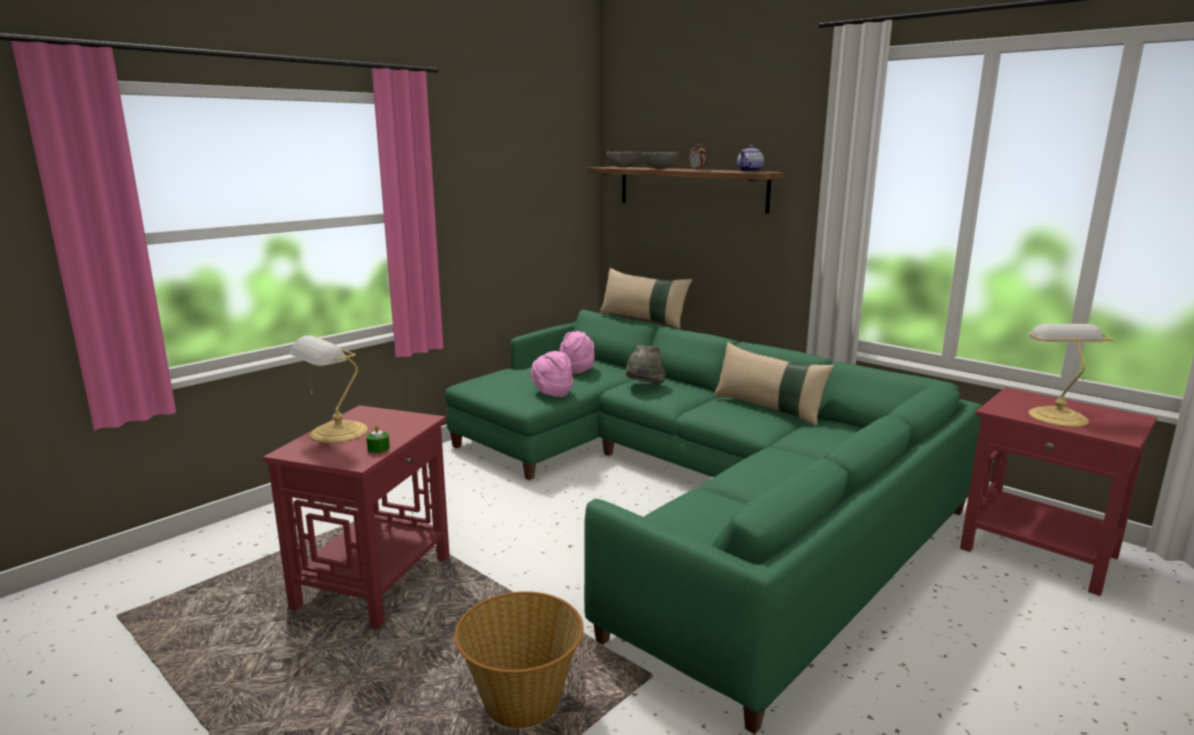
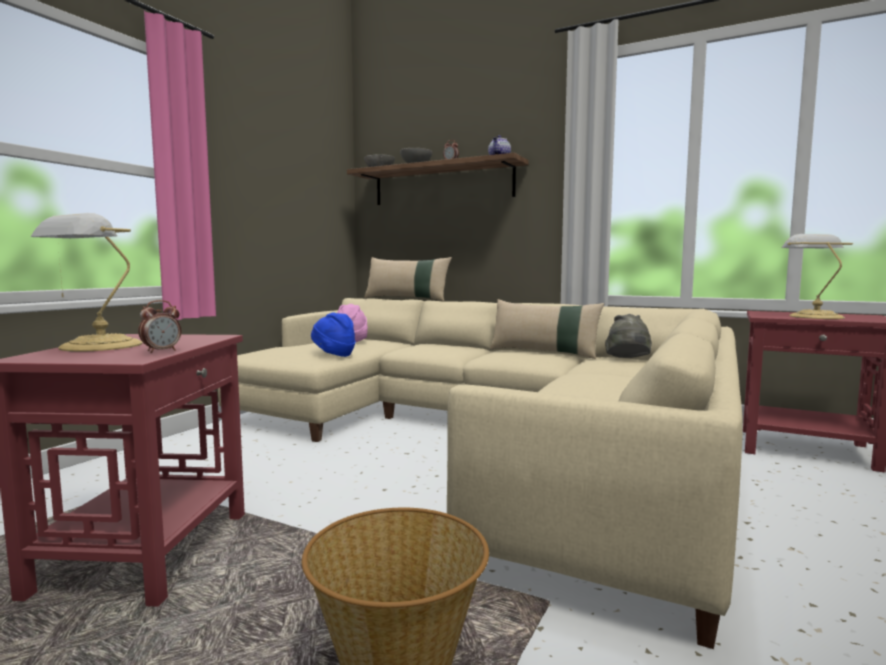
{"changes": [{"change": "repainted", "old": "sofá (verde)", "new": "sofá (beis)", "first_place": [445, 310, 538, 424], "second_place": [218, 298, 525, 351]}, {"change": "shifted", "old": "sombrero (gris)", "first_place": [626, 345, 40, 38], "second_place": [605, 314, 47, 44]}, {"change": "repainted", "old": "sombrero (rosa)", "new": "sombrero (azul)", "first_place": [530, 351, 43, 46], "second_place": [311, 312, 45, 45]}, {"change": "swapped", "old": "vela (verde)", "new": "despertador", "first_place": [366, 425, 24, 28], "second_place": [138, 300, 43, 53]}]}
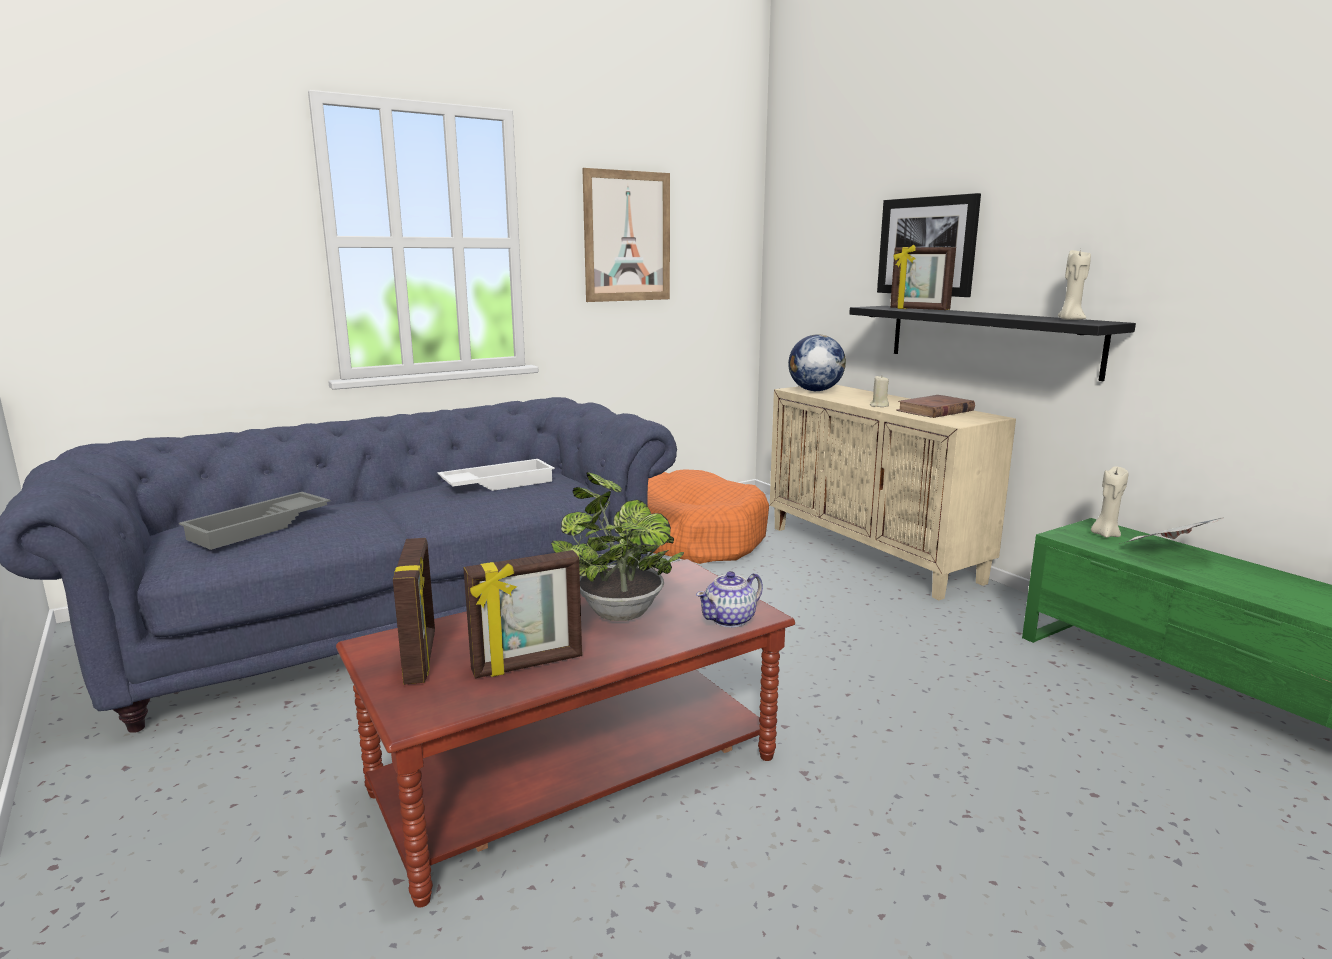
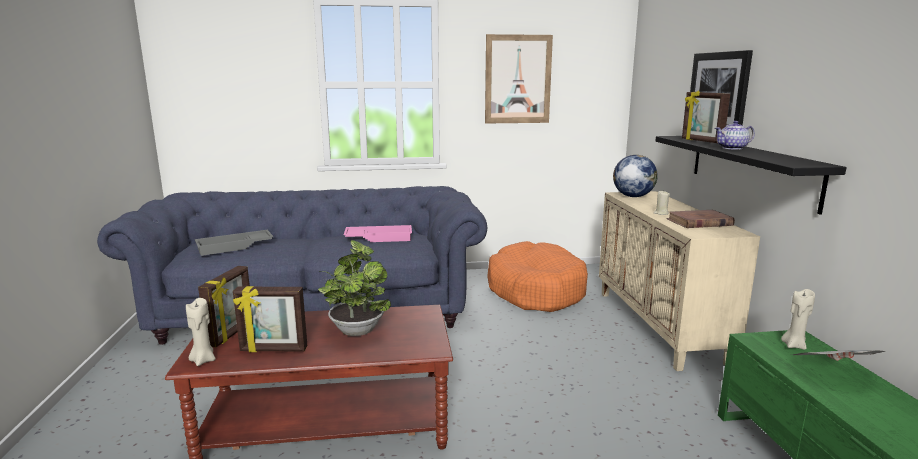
{"changes": [{"change": "shifted", "old": "vela (beis)", "first_place": [1058, 249, 33, 71], "second_place": [186, 298, 30, 68]}, {"change": "repainted", "old": "bandeja (blanco)", "new": "bandeja (rosa)", "first_place": [438, 459, 117, 32], "second_place": [344, 225, 68, 17]}, {"change": "shifted", "old": "tetera", "first_place": [696, 571, 67, 57], "second_place": [715, 121, 40, 29]}]}
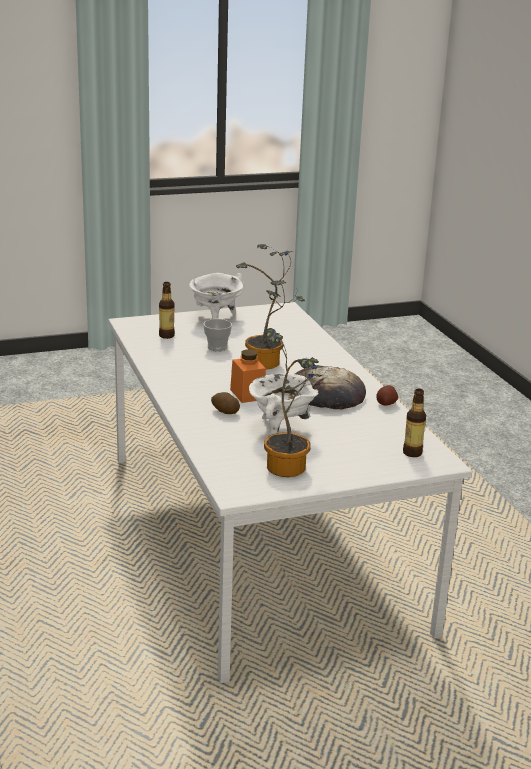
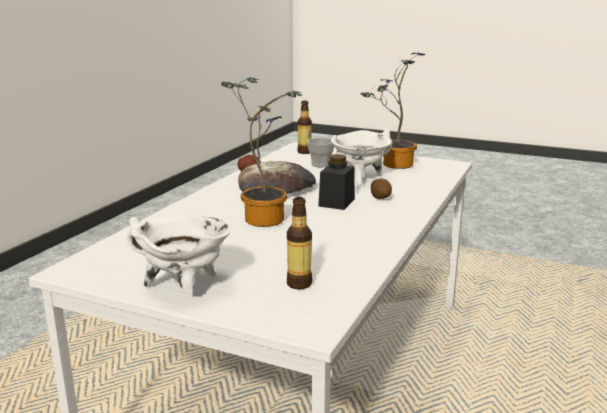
{"changes": [{"change": "shifted", "old": "taza", "first_place": [203, 319, 29, 32], "second_place": [307, 138, 27, 29]}, {"change": "repainted", "old": "tarro (naranja)", "new": "tarro (negro)", "first_place": [230, 349, 36, 54], "second_place": [318, 154, 37, 56]}]}
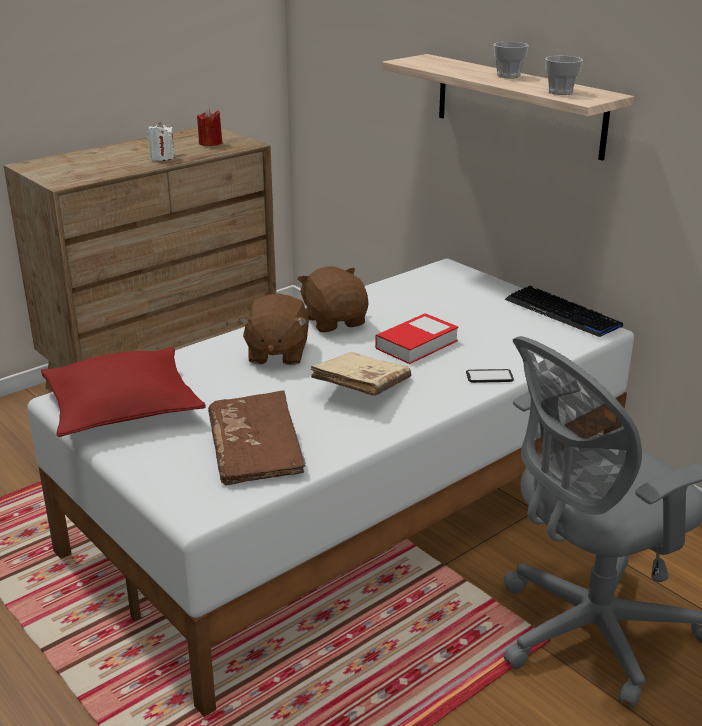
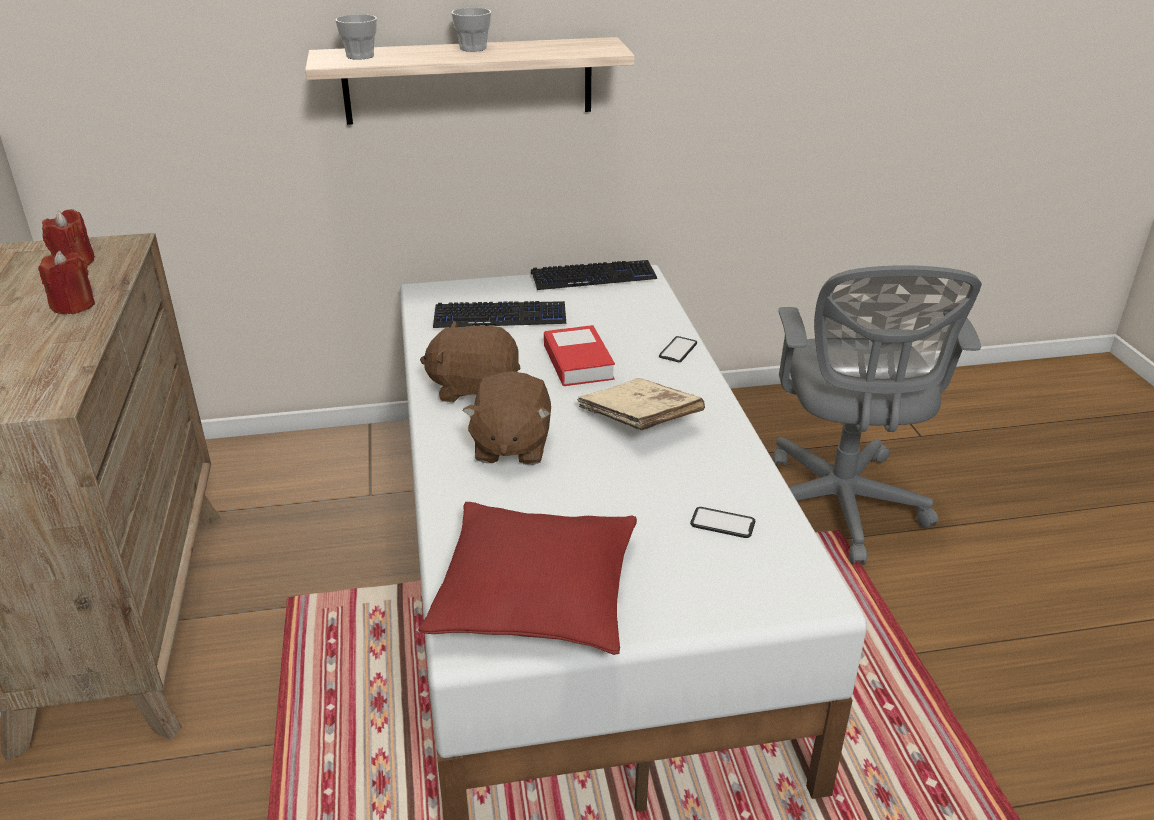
{"changes": [{"change": "shifted", "old": "taza", "first_place": [545, 56, 38, 39], "second_place": [335, 14, 42, 46]}, {"change": "repainted", "old": "vela (blanco)", "new": "vela (rojo)", "first_place": [147, 122, 28, 39], "second_place": [38, 251, 57, 63]}, {"change": "rotated", "old": "peluche (marrón)", "first_place": [239, 293, 70, 72], "second_place": [462, 371, 89, 94], "degrees": 60}, {"change": "swapped", "old": "libro (marrón)", "new": "móvil", "first_place": [208, 390, 98, 96], "second_place": [690, 507, 66, 31]}, {"change": "new", "new": "teclado", "second_place": [433, 301, 133, 27]}]}
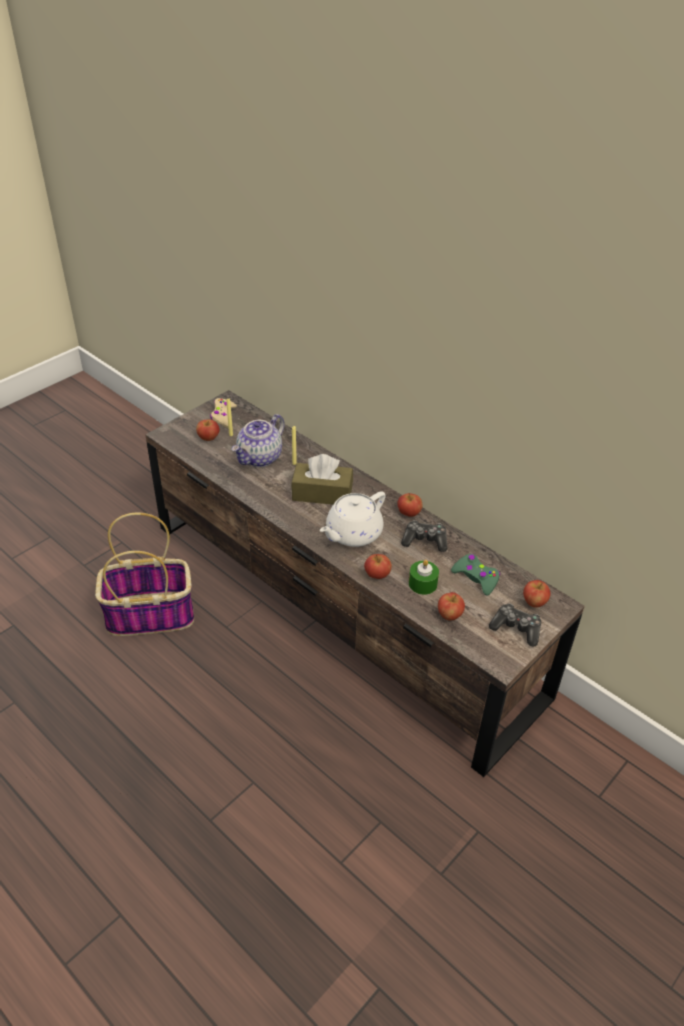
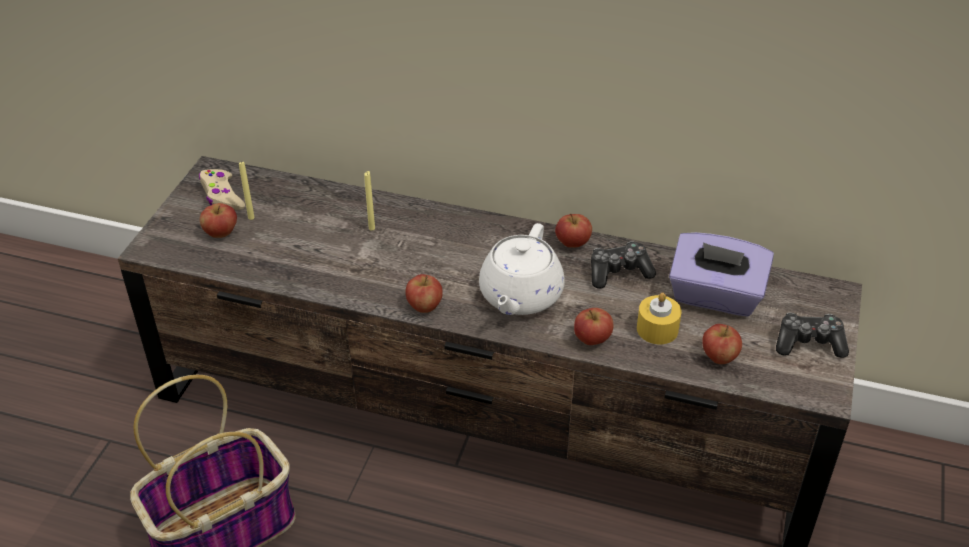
{"changes": [{"change": "gone", "old": "tetera", "first_place": [232, 414, 53, 53]}, {"change": "gone", "old": "caja de pañuelos (marrón)", "first_place": [292, 454, 61, 51]}, {"change": "swapped", "old": "mando de consola (verde)", "new": "caja de pañuelos (morado)", "first_place": [451, 554, 49, 41], "second_place": [669, 232, 105, 85]}, {"change": "repainted", "old": "vela (verde)", "new": "vela (amarillo)", "first_place": [409, 560, 30, 35], "second_place": [637, 293, 45, 51]}, {"change": "shifted", "old": "manzana", "first_place": [523, 580, 28, 28], "second_place": [405, 274, 38, 39]}]}
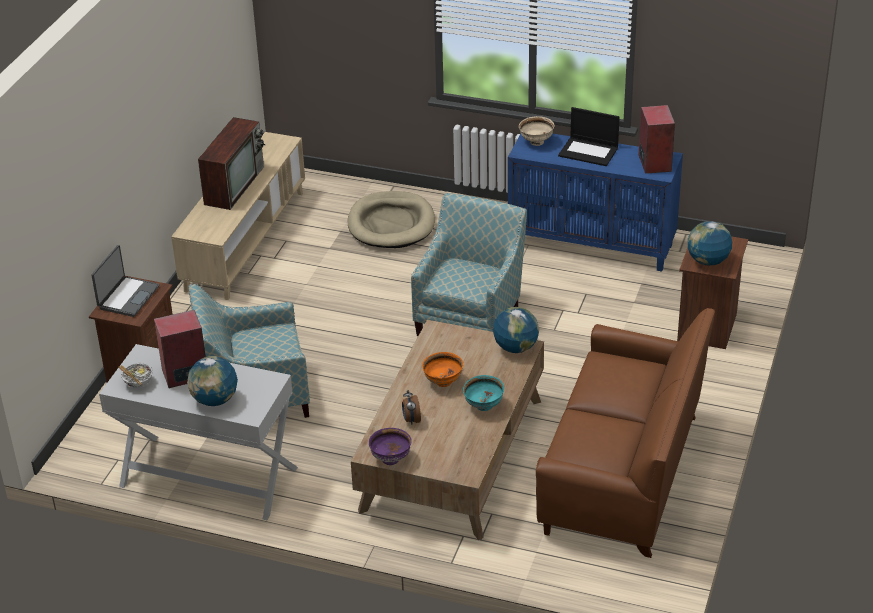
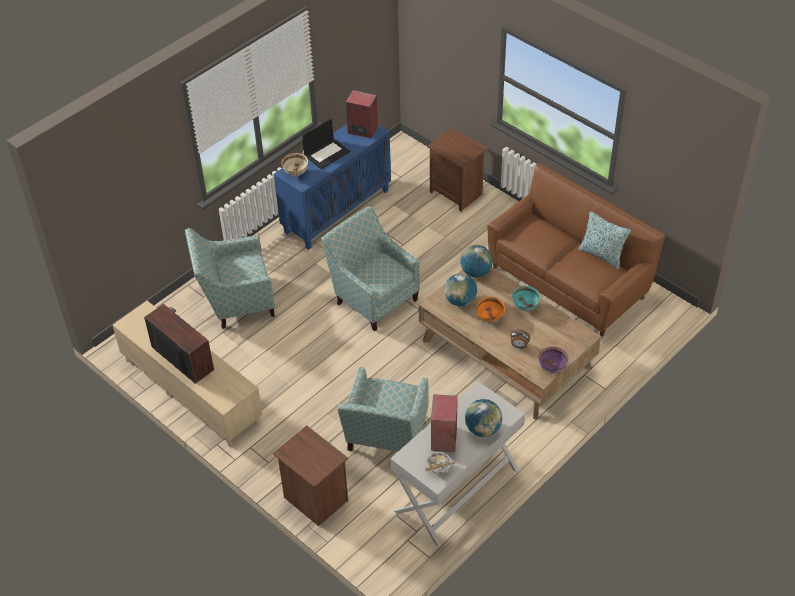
{"changes": [{"change": "swapped", "old": "cama para perro (beis)", "new": "sillón", "first_place": [348, 191, 87, 57], "second_place": [185, 228, 90, 101]}, {"change": "shifted", "old": "globo terráqueo", "first_place": [688, 221, 44, 45], "second_place": [444, 273, 33, 33]}, {"change": "gone", "old": "portátil", "first_place": [91, 245, 68, 72]}, {"change": "new", "new": "cojín", "second_place": [579, 211, 52, 58]}]}
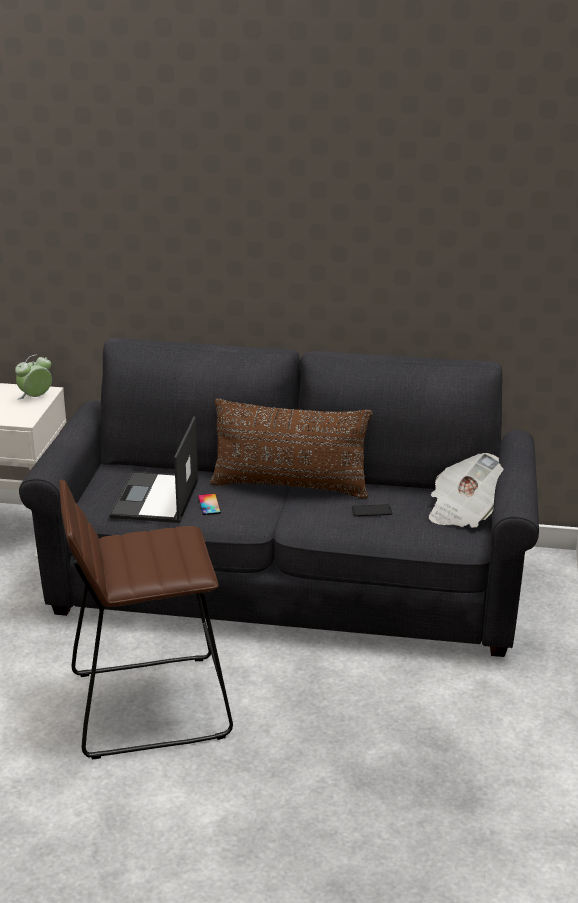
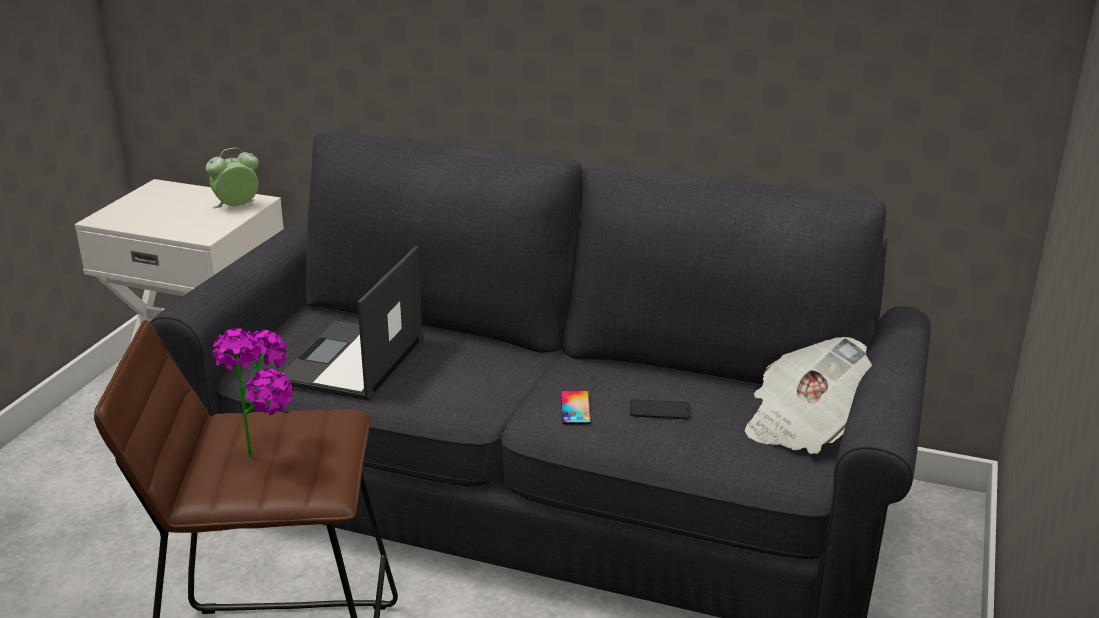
{"changes": [{"change": "gone", "old": "cojín (marrón)", "first_place": [210, 398, 162, 100]}, {"change": "shifted", "old": "móvil", "first_place": [198, 493, 23, 22], "second_place": [561, 391, 30, 33]}, {"change": "new", "new": "planta en maceta", "second_place": [212, 328, 81, 129]}]}
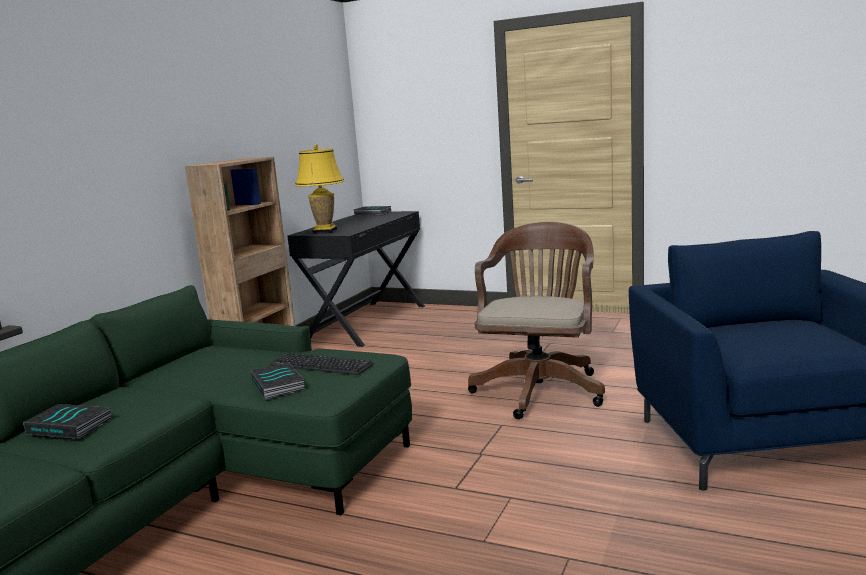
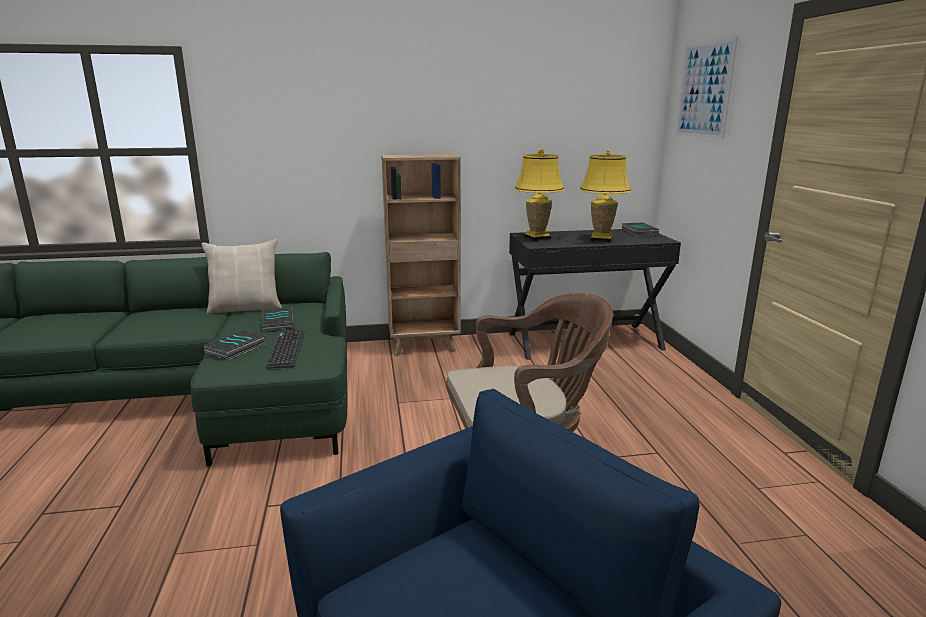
{"changes": [{"change": "shifted", "old": "libro", "first_place": [23, 404, 88, 35], "second_place": [262, 307, 32, 25]}, {"change": "new", "new": "cuadro", "second_place": [676, 37, 62, 102]}, {"change": "new", "new": "lámpara de mesa (amarillo)", "second_place": [580, 149, 51, 94]}, {"change": "new", "new": "cojín (beis)", "second_place": [202, 239, 80, 75]}]}
